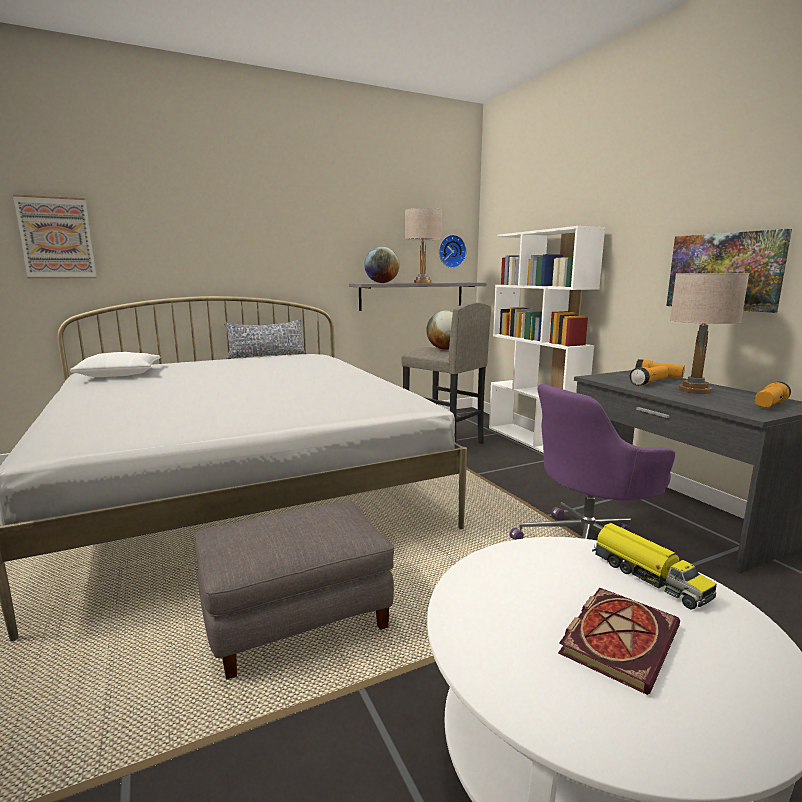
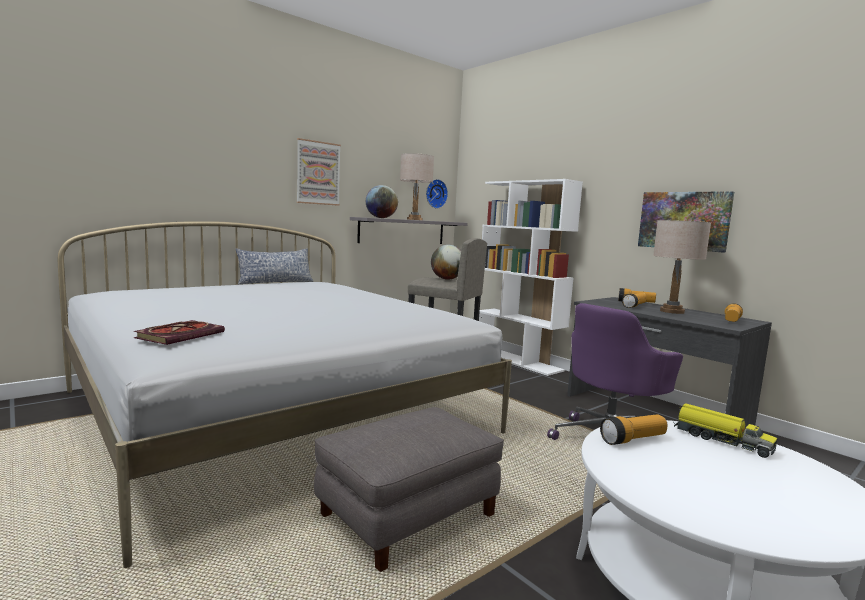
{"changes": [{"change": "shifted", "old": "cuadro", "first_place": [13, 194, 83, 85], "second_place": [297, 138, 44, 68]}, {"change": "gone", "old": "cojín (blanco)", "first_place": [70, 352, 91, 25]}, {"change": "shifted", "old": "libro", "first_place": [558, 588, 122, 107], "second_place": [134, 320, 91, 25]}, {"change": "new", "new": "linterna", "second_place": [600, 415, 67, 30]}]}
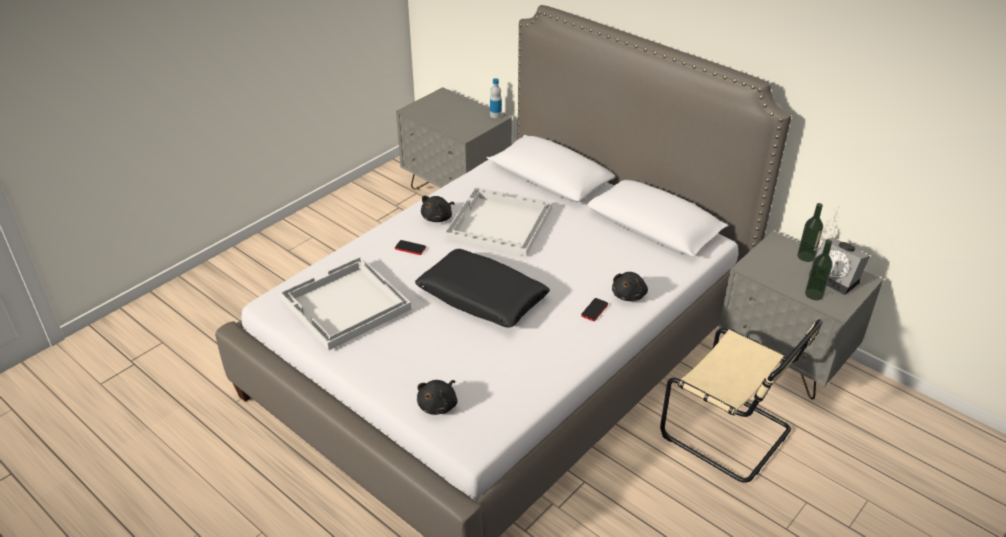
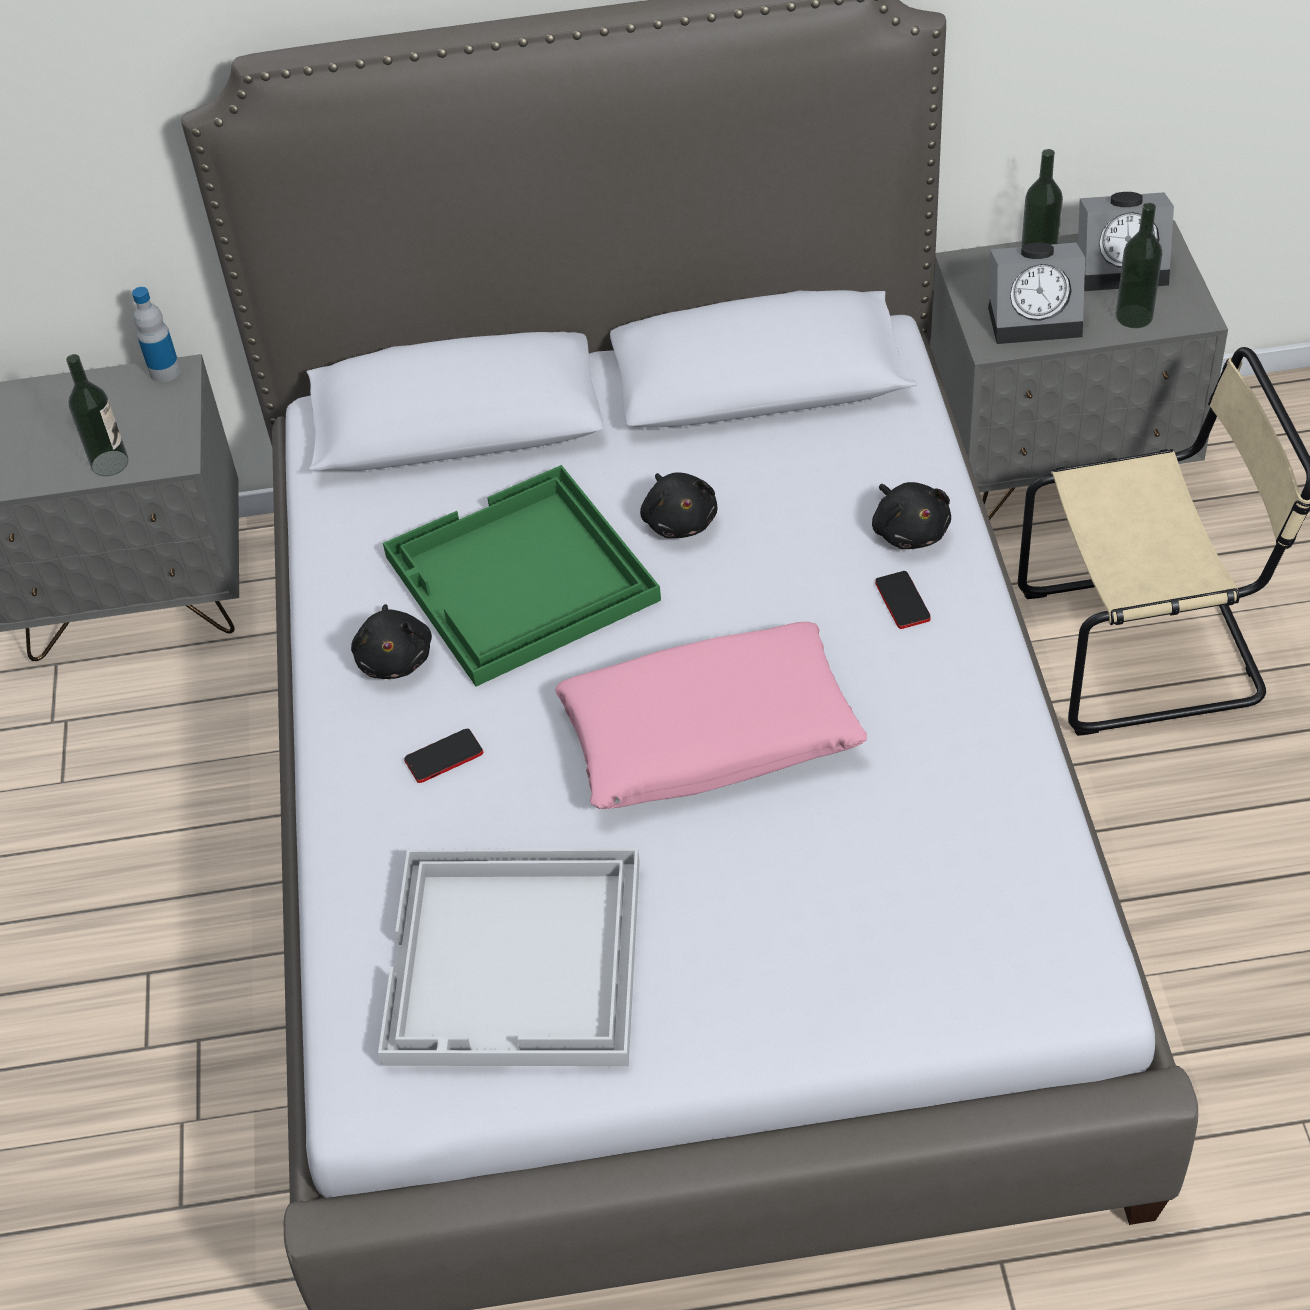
{"changes": [{"change": "repainted", "old": "bandeja (blanco)", "new": "bandeja (verde)", "first_place": [445, 187, 107, 69], "second_place": [383, 465, 278, 222]}, {"change": "repainted", "old": "cojín (negro)", "new": "cojín (rosa)", "first_place": [415, 249, 135, 79], "second_place": [555, 622, 312, 187]}, {"change": "shifted", "old": "peluche (negro)", "first_place": [417, 380, 41, 35], "second_place": [640, 472, 77, 66]}, {"change": "new", "new": "despertador", "second_place": [988, 243, 97, 101]}, {"change": "new", "new": "botella", "second_place": [66, 354, 62, 122]}]}
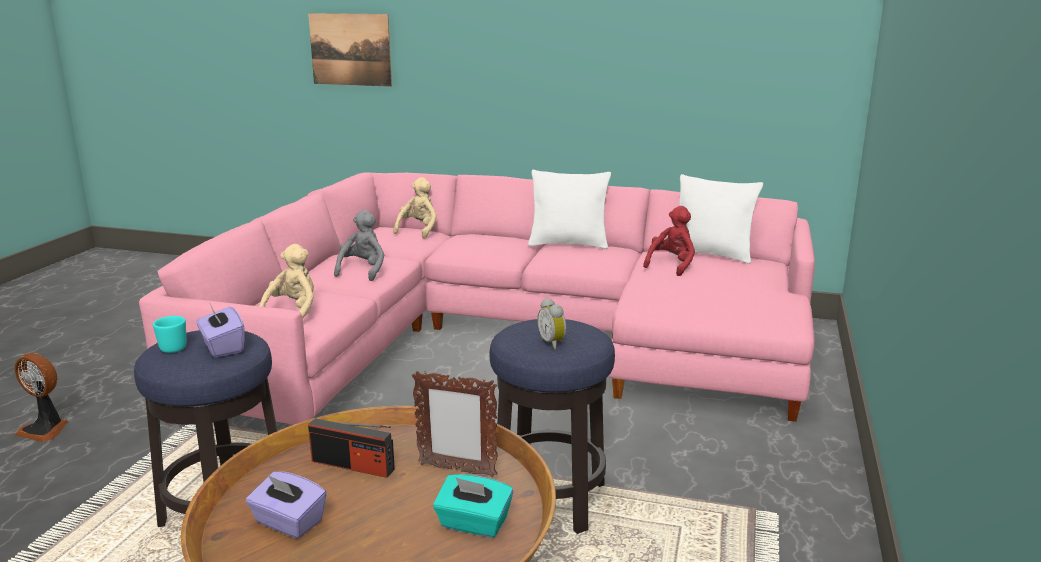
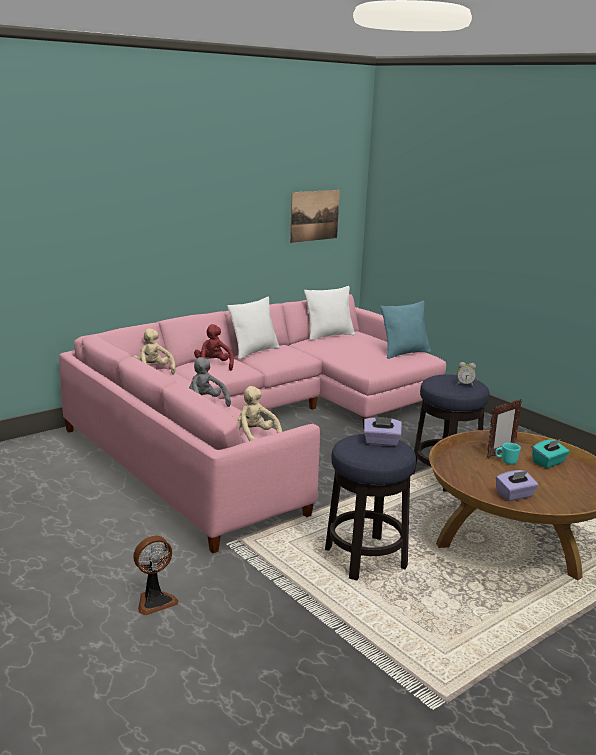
{"changes": [{"change": "shifted", "old": "cuadro", "first_place": [308, 13, 84, 74], "second_place": [290, 190, 50, 53]}, {"change": "shifted", "old": "peluche (rojo)", "first_place": [643, 206, 52, 70], "second_place": [194, 324, 40, 48]}, {"change": "shifted", "old": "taza grande (turquesa)", "first_place": [153, 316, 33, 37], "second_place": [495, 443, 26, 22]}, {"change": "gone", "old": "radio", "first_place": [308, 418, 87, 60]}, {"change": "new", "new": "cojín (turquesa)", "second_place": [381, 301, 50, 58]}]}
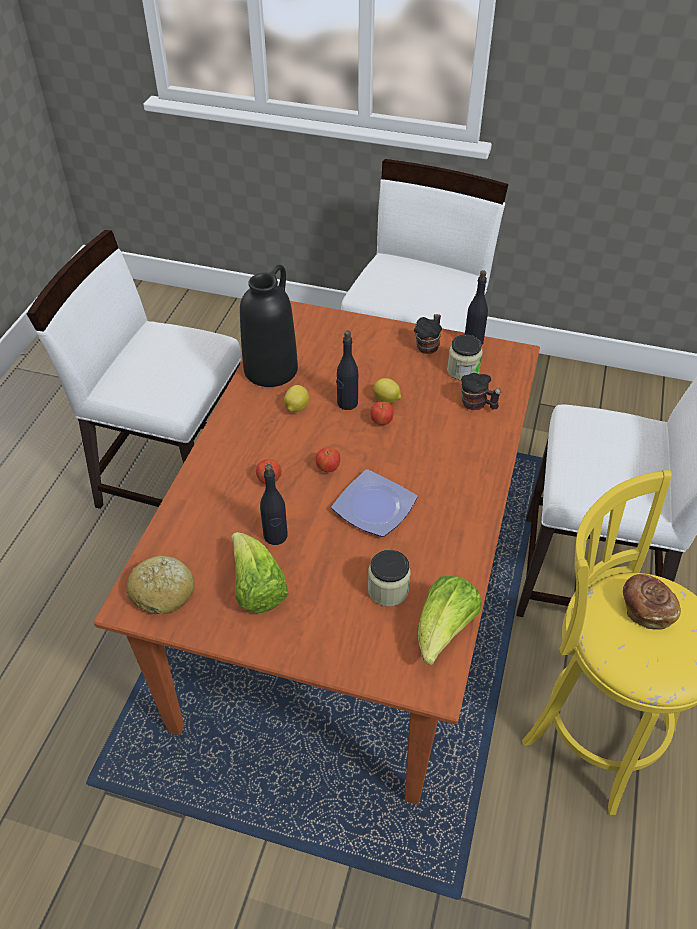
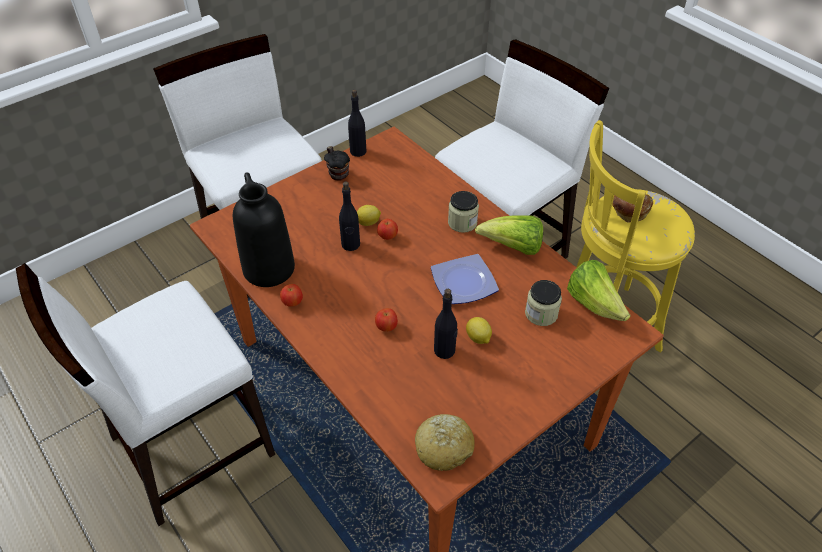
{"changes": [{"change": "shifted", "old": "tarro", "first_place": [447, 334, 36, 46], "second_place": [448, 191, 31, 42]}, {"change": "gone", "old": "taza grande", "first_place": [461, 373, 40, 37]}, {"change": "shifted", "old": "limón", "first_place": [284, 385, 25, 27], "second_place": [466, 317, 26, 27]}, {"change": "shifted", "old": "manzana", "first_place": [316, 447, 25, 25], "second_place": [280, 284, 23, 23]}, {"change": "shifted", "old": "lechuga", "first_place": [232, 532, 57, 81], "second_place": [475, 215, 68, 40]}]}
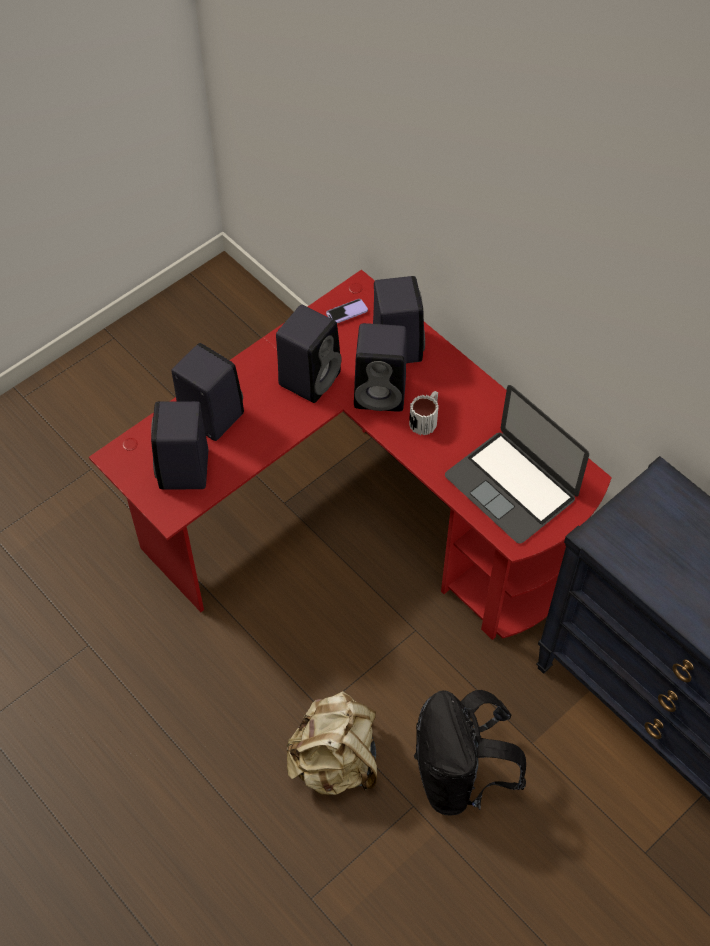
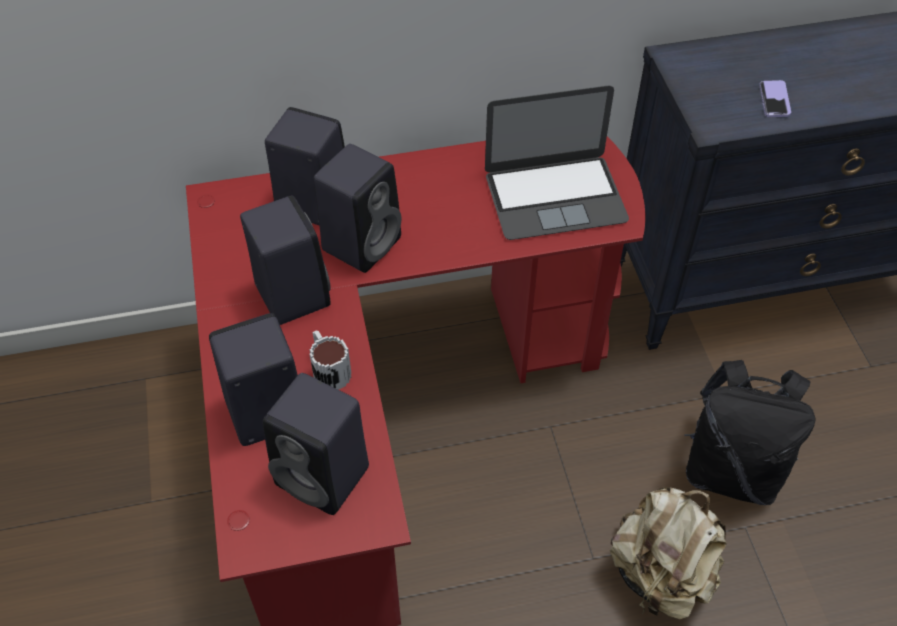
{"changes": [{"change": "shifted", "old": "móvil", "first_place": [326, 299, 42, 24], "second_place": [759, 80, 32, 37]}, {"change": "shifted", "old": "taza grande", "first_place": [409, 391, 30, 45], "second_place": [310, 330, 42, 60]}]}
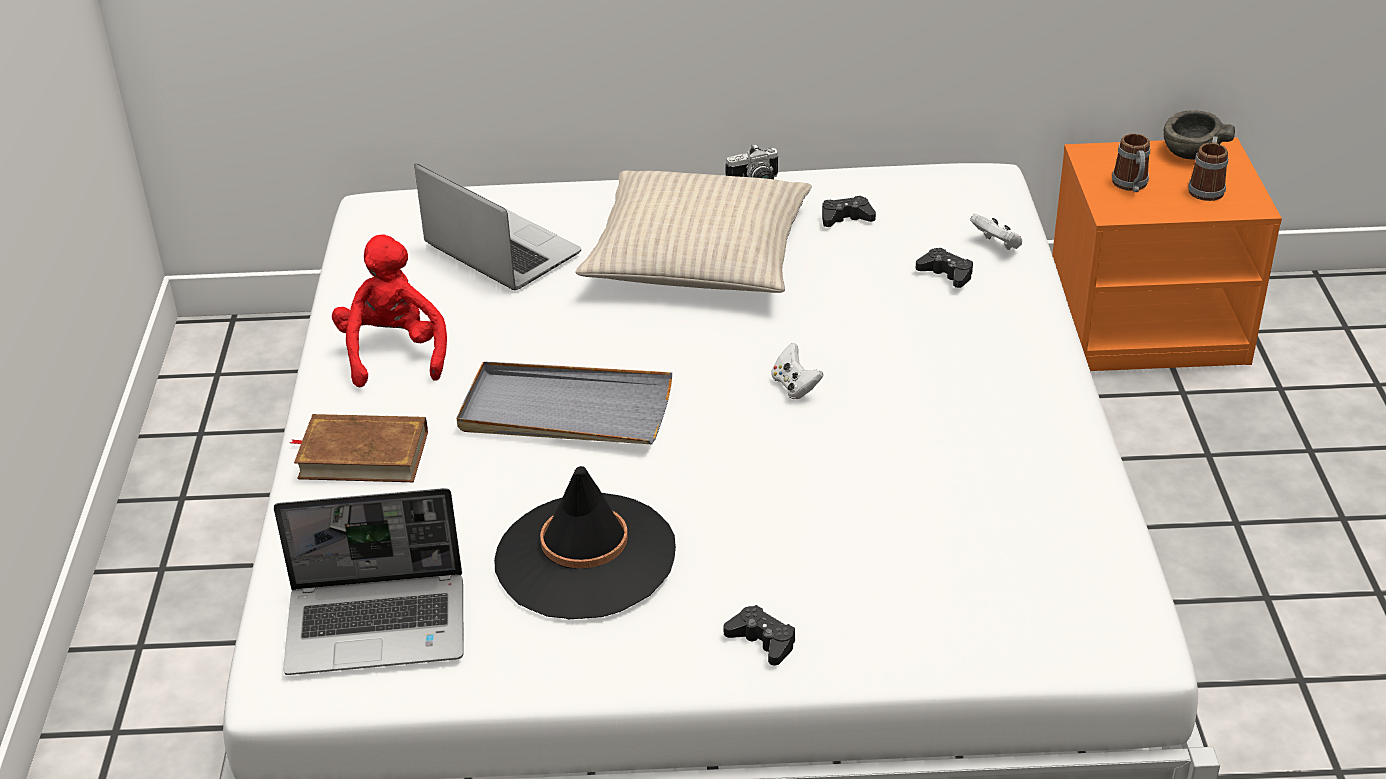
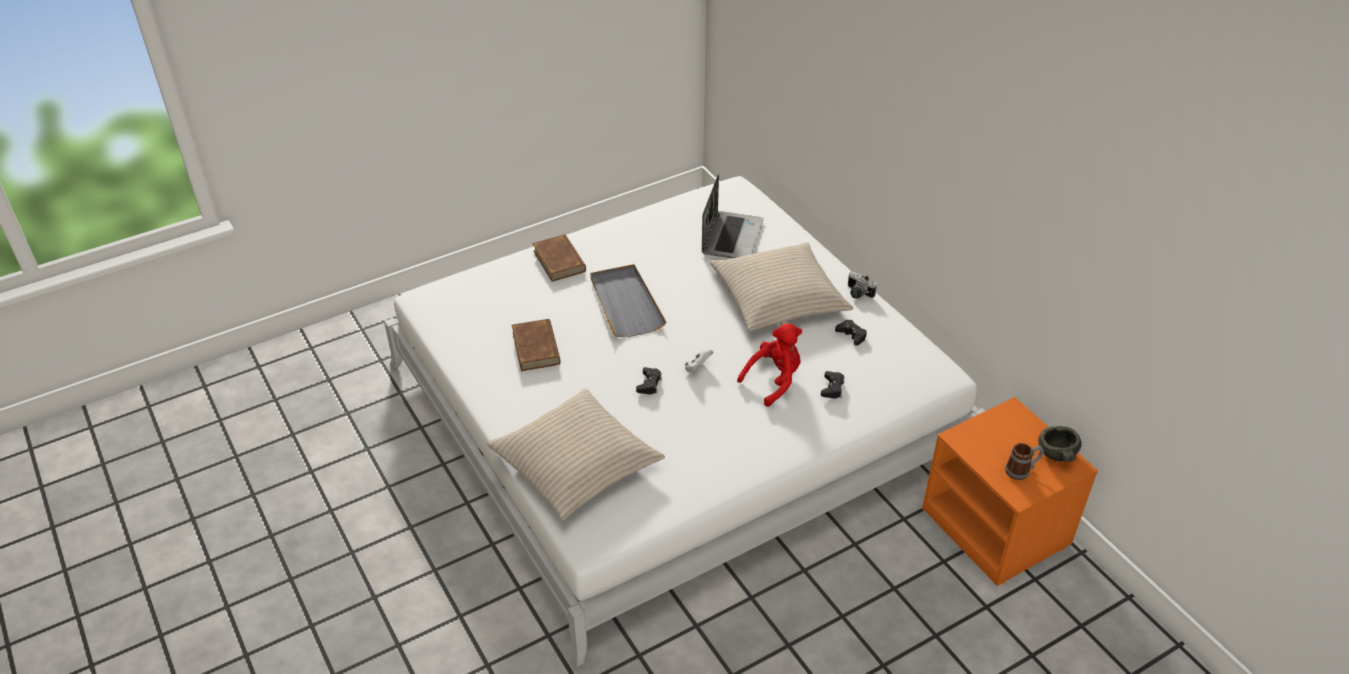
{"changes": [{"change": "gone", "old": "taza grande", "first_place": [1112, 133, 38, 59]}, {"change": "gone", "old": "mando de consola (blanco)", "first_place": [970, 214, 52, 36]}, {"change": "shifted", "old": "peluche (rojo)", "first_place": [332, 235, 115, 152], "second_place": [737, 323, 65, 84]}, {"change": "swapped", "old": "sombrero (negro)", "new": "libro (marrón)", "first_place": [494, 466, 182, 153], "second_place": [512, 319, 48, 52]}, {"change": "gone", "old": "portátil", "first_place": [274, 488, 190, 187]}, {"change": "shifted", "old": "mando de consola (negro)", "first_place": [724, 605, 71, 61], "second_place": [636, 367, 26, 27]}, {"change": "new", "new": "cojín (beis)", "second_place": [486, 388, 179, 133]}]}
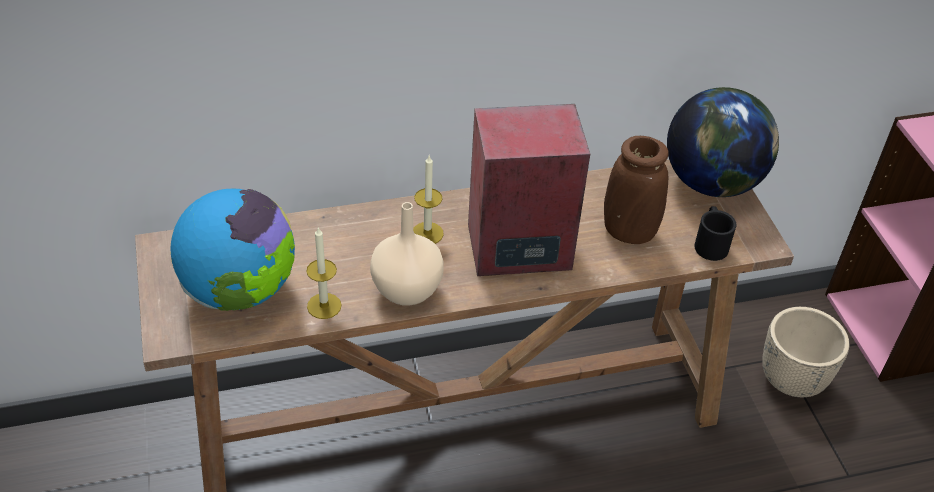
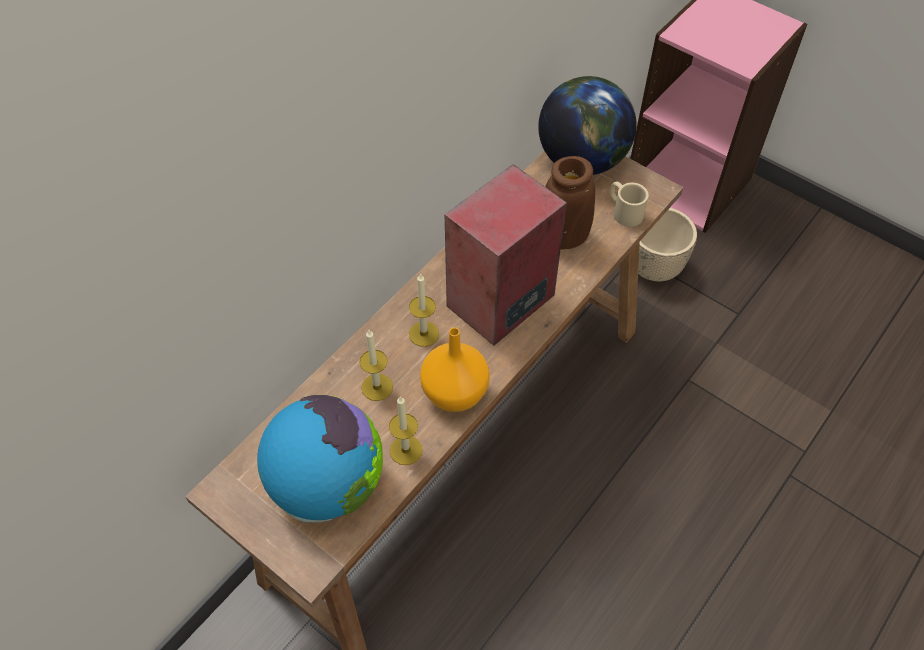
{"changes": [{"change": "repainted", "old": "florero (beis)", "new": "florero (naranja)", "first_place": [370, 202, 74, 104], "second_place": [420, 327, 70, 85]}, {"change": "repainted", "old": "taza grande (negro)", "new": "taza grande (beis)", "first_place": [694, 206, 43, 55], "second_place": [610, 181, 39, 46]}, {"change": "new", "new": "vela", "second_place": [359, 330, 34, 71]}]}
